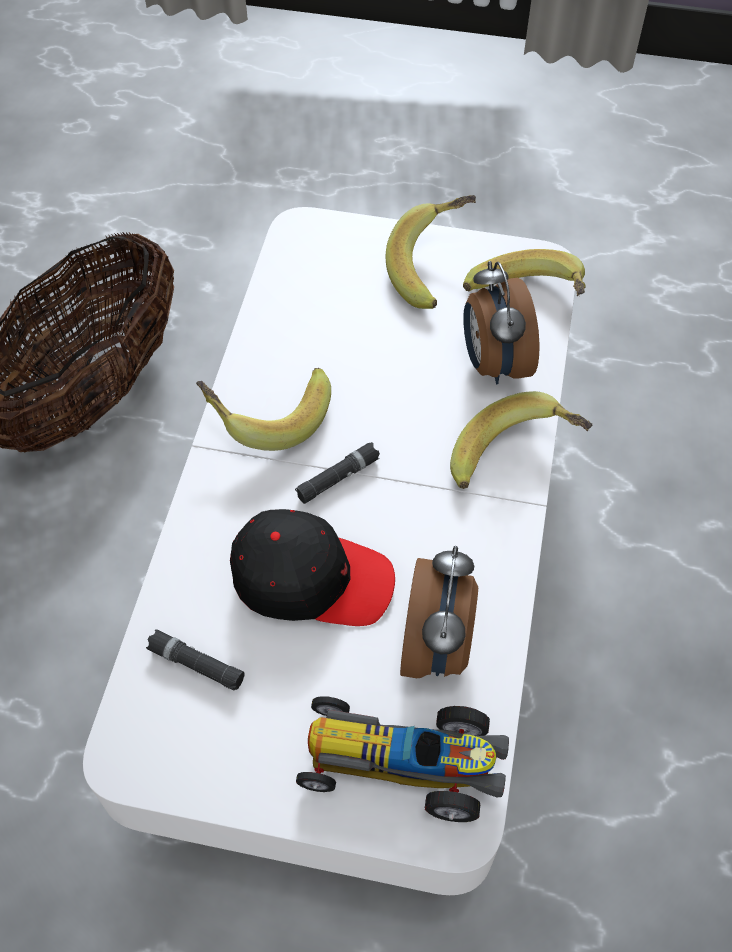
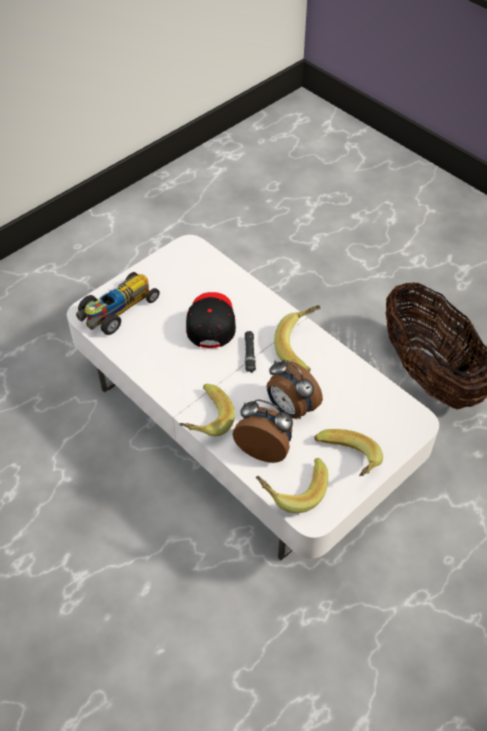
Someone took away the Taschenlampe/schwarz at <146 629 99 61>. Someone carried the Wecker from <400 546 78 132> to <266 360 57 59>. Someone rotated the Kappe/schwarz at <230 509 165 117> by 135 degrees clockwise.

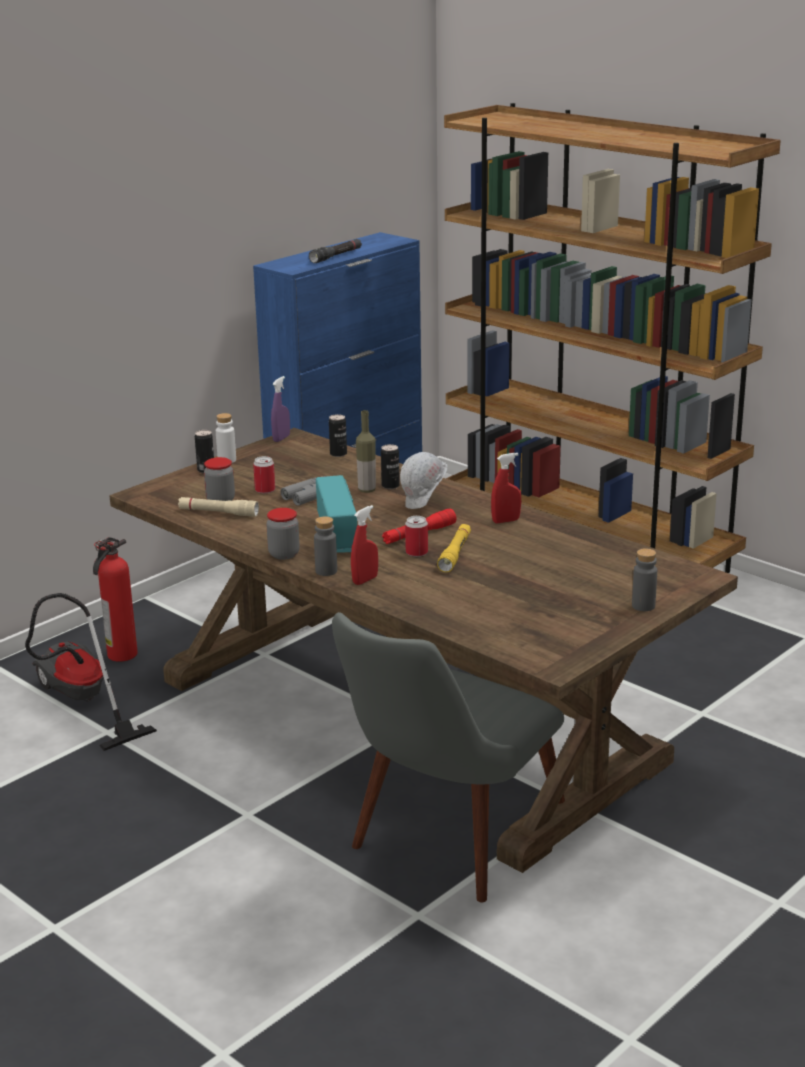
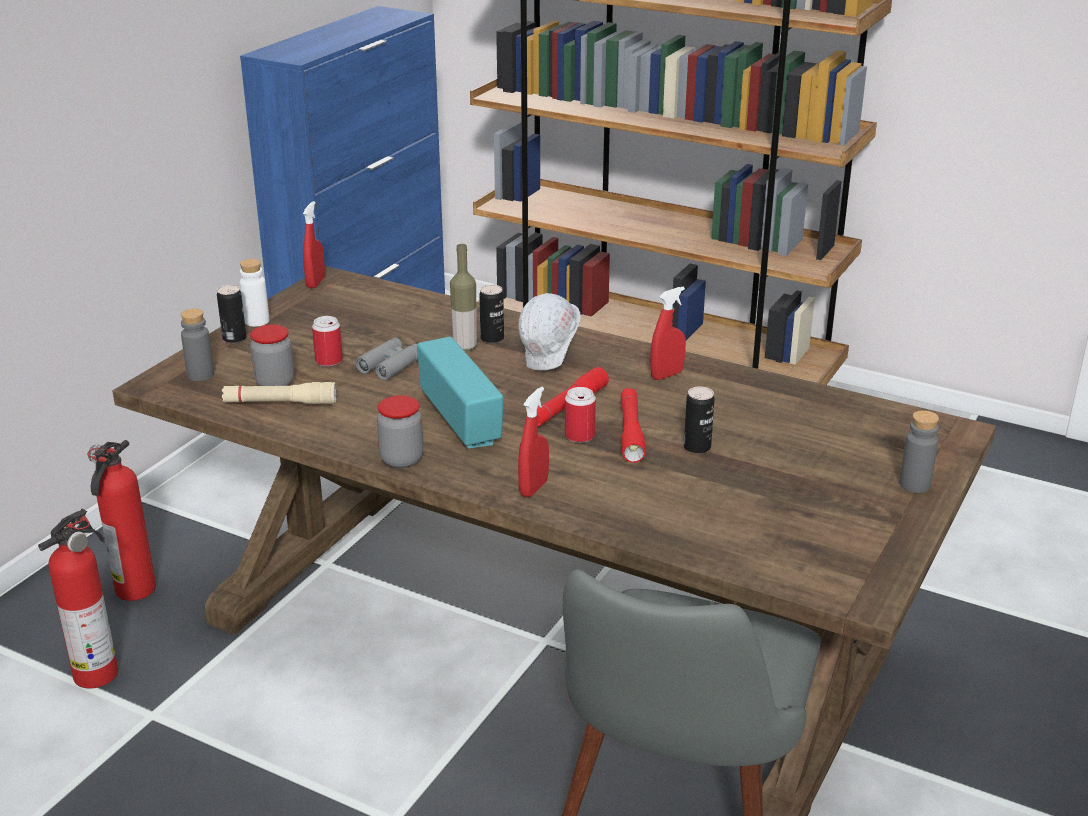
Someone took away the Taschenlampe/schwarz at <309 239 53 24>. Someone carried the Flasche/grau from <314 516 23 60> to <181 308 33 73>. Someone carried the Dose from <329 414 18 43> to <684 386 31 68>. Someone swapped the Staubsauger at <25 593 132 158> for the Feuerlöscher at <38 509 80 180>. Someone repainted the Sprühflasche/lila at <271 376 19 66>, which became the Sprühflasche/rot at <303 201 22 87>. Someone repainted the Taschenlampe/gelb at <437 524 34 48>, which became the Taschenlampe/rot at <621 388 25 75>.

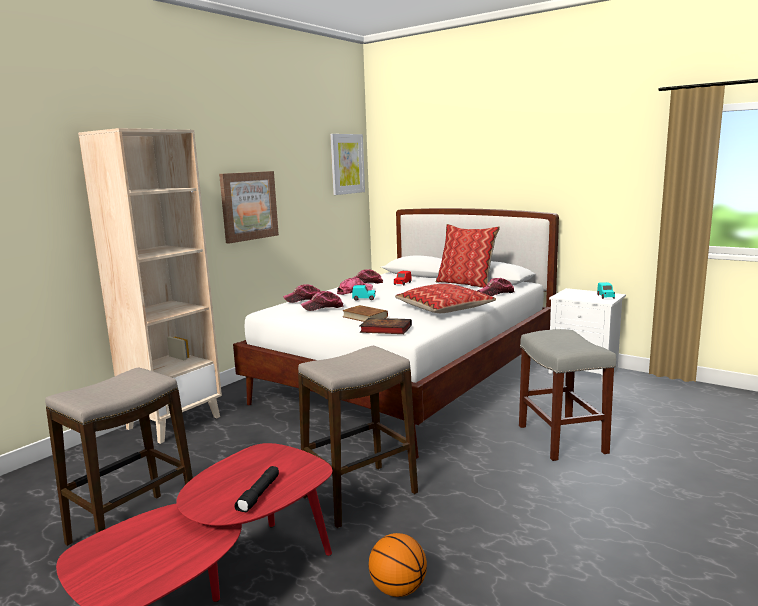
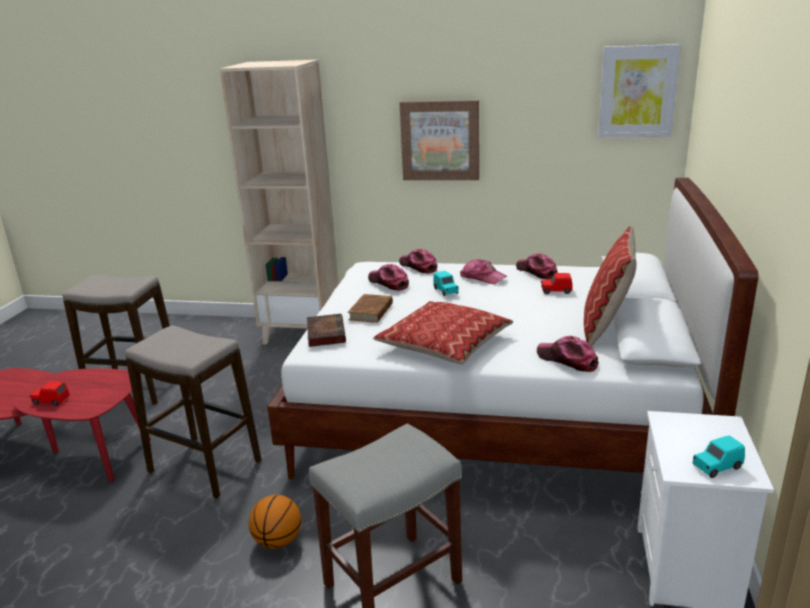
Someone carried the Basketball from <369 533 58 64> to <249 495 52 54>. Someone swapped the Taschenlampe/schwarz at <234 466 45 46> for the Spielzeugauto/rot at <30 381 40 25>.

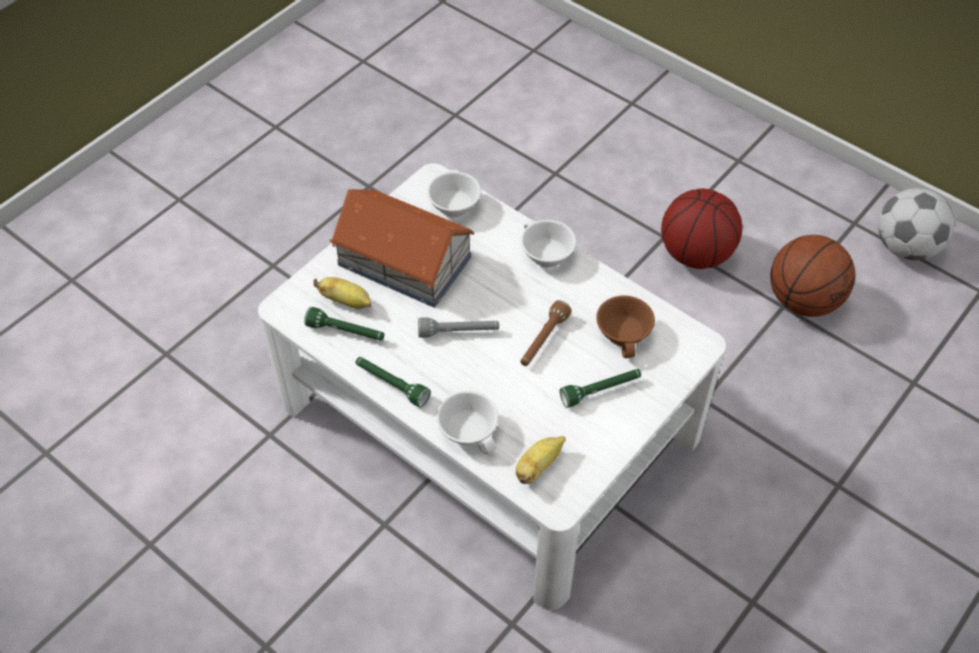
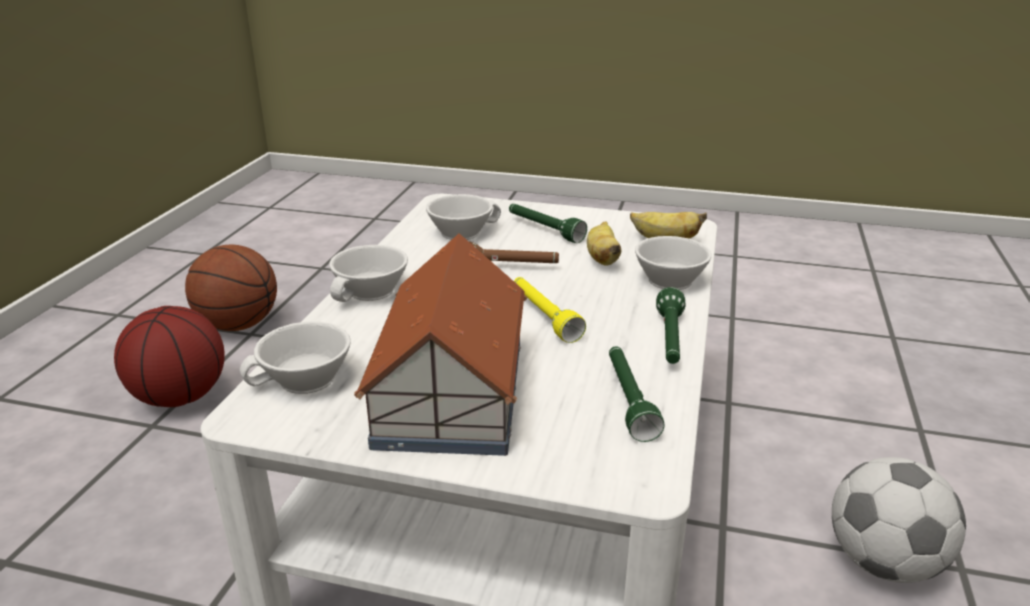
Someone carried the Banane from <313 277 59 32> to <587 221 34 45>. Someone carried the Fußball from <878 188 76 72> to <832 457 134 126>. Someone repainted the Taschenlampe/grau at <418 317 81 21>, which became the Taschenlampe/gelb at <514 277 72 66>. Someone repainted the Tasse/braun at <596 296 59 62>, which became the Tasse/weiß at <426 194 75 46>.

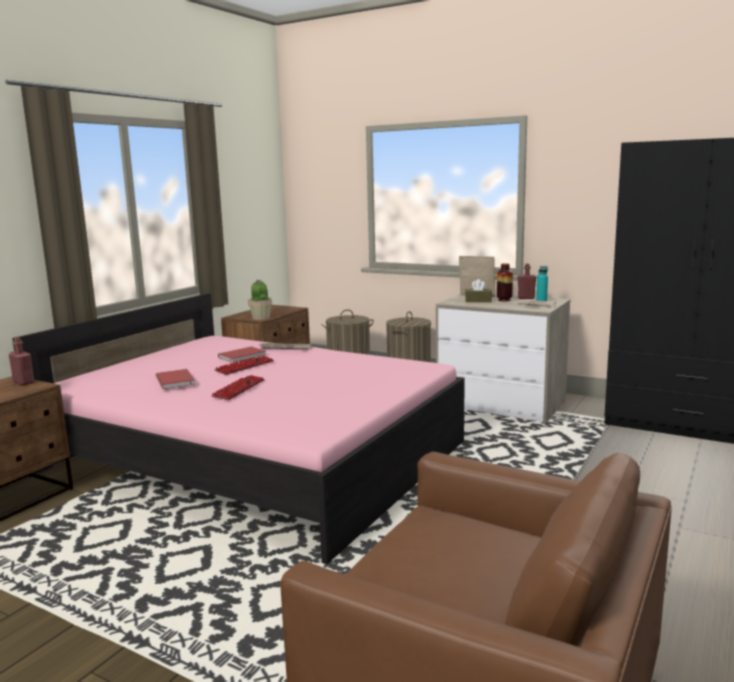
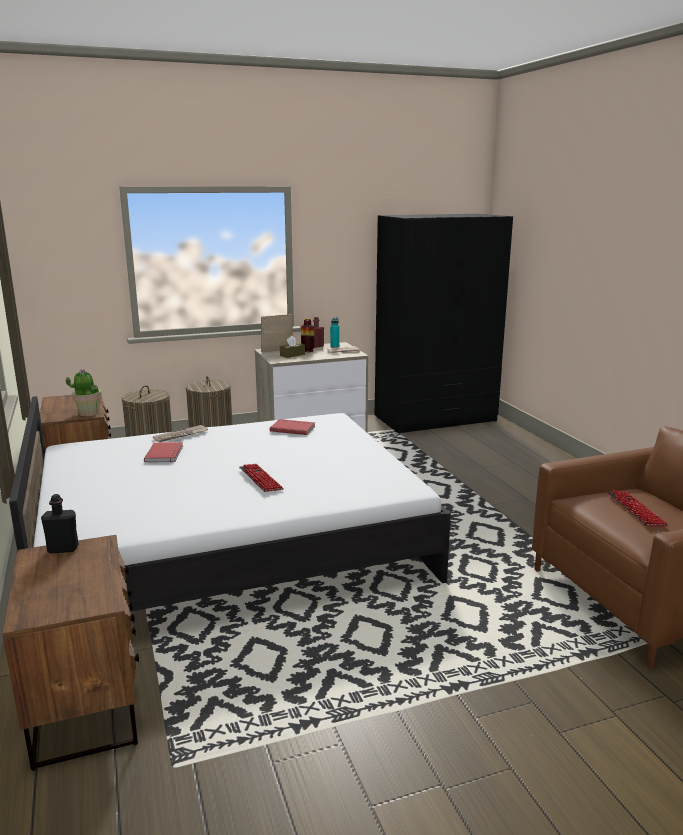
Someone carried the Buch/rot from <156 369 39 20> to <270 419 45 16>. Someone carried the Tastatur from <215 356 59 19> to <607 491 61 35>. Someone repainted the Flasche/rot at <9 337 25 48>, which became the Flasche/schwarz at <41 494 38 59>. Someone repainted the Bett/rosa at <12 293 453 271>, which became the Bett/weiß at <9 396 442 216>.

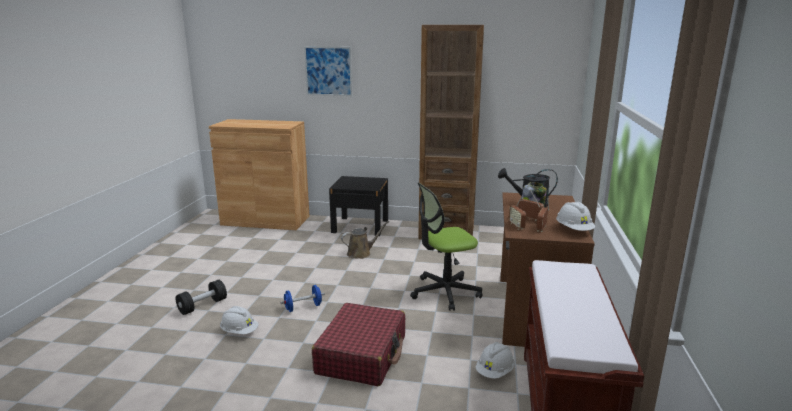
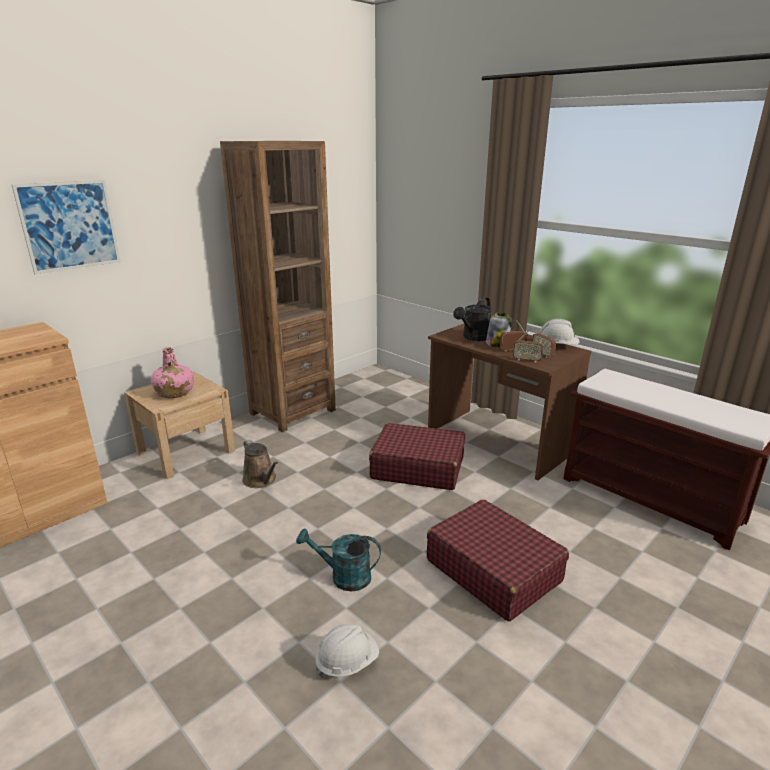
Someone took away the Hantel/schwarz at <176 280 51 35>. Someone took away the Schutzhelm/weiß at <475 342 40 37>. Someone put down the Flasche/rosa at <151 347 43 52>. Someone swapped the Hantel/blau at <280 285 45 27> for the Gießkanne/türkis at <296 528 85 64>. Someone swapped the Bürostuhl at <410 182 73 129> for the Koffer/rot at <369 423 96 67>. Someone repainted the Nachttisch/schwarz at <329 176 59 60>, which became the Nachttisch/beige at <124 372 111 107>. Someone rotated the Gießkanne/braun at <341 221 48 38> by 135 degrees clockwise.

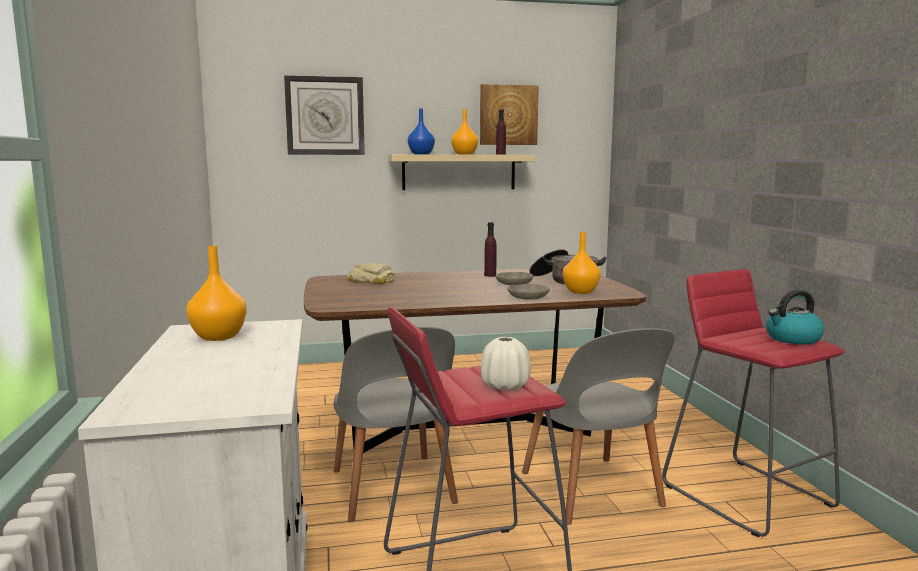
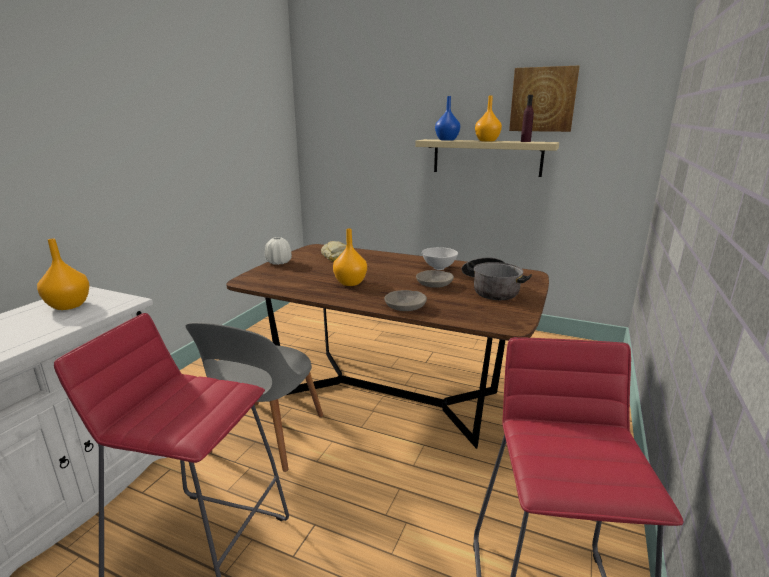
Someone took away the Wanduhr at <284 75 81 80>. Someone took away the Stuhl/grau at <522 328 153 196>. Someone took away the Wasserkessel at <766 290 58 54>. Someone carried the Vase/weiß from <481 337 50 53> to <265 237 27 28>. Someone carried the Vase/orange from <563 232 38 62> to <333 229 34 57>. Someone swapped the Flasche/lila at <484 222 13 55> for the Schüssel/weiß at <422 247 36 23>.

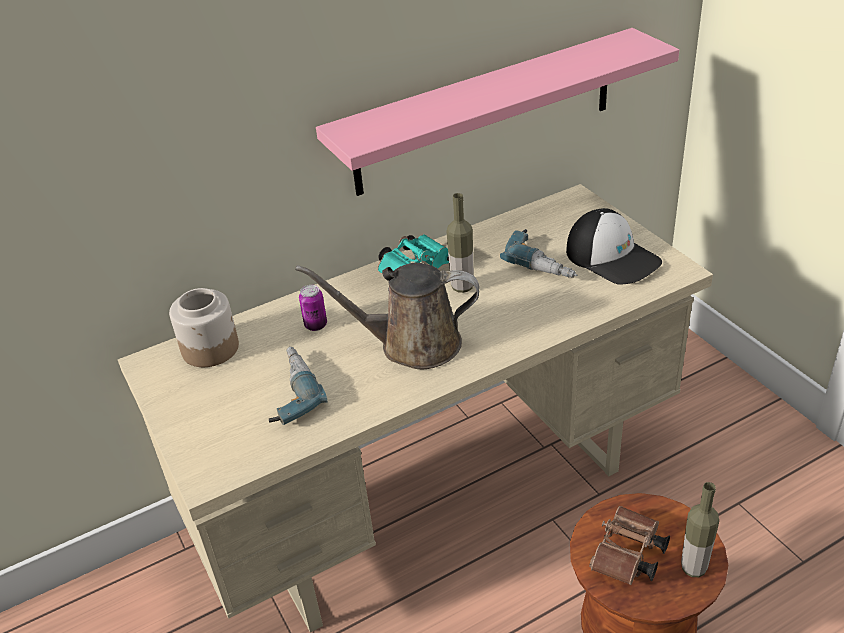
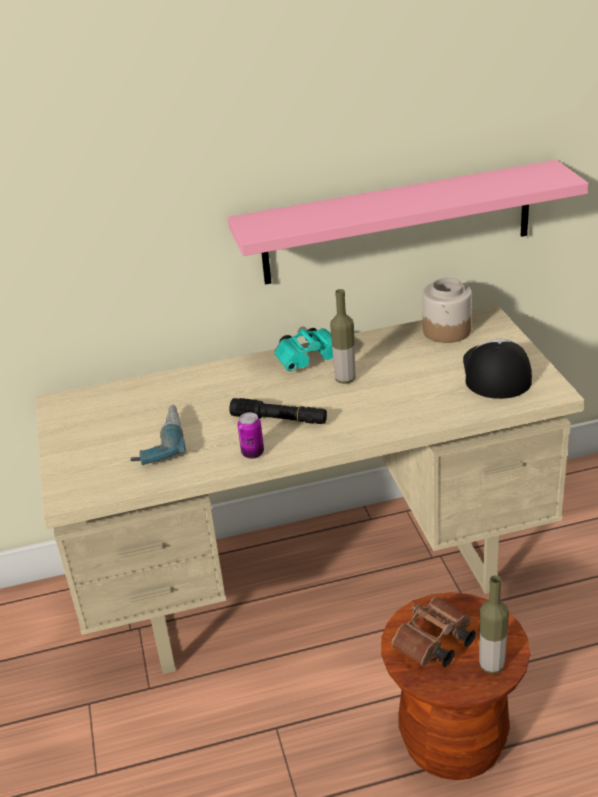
Someone took away the Bohrmaschine at <500 229 77 49>. Someone carried the Vorratsglas from <169 288 70 79> to <423 278 49 65>. Someone carried the Dose from <299 285 28 46> to <237 413 27 46>. Someone swapped the Gießkanne/braun at <295 263 184 106> for the Taschenlampe/schwarz at <230 398 97 26>. Someone rotated the Kappe at <566 208 96 77> by 150 degrees counterclockwise.

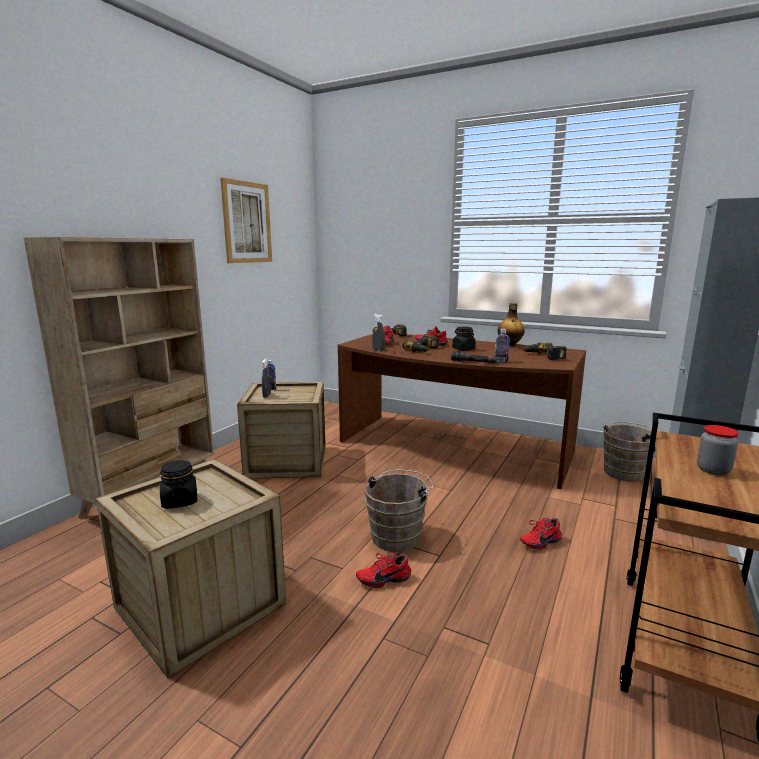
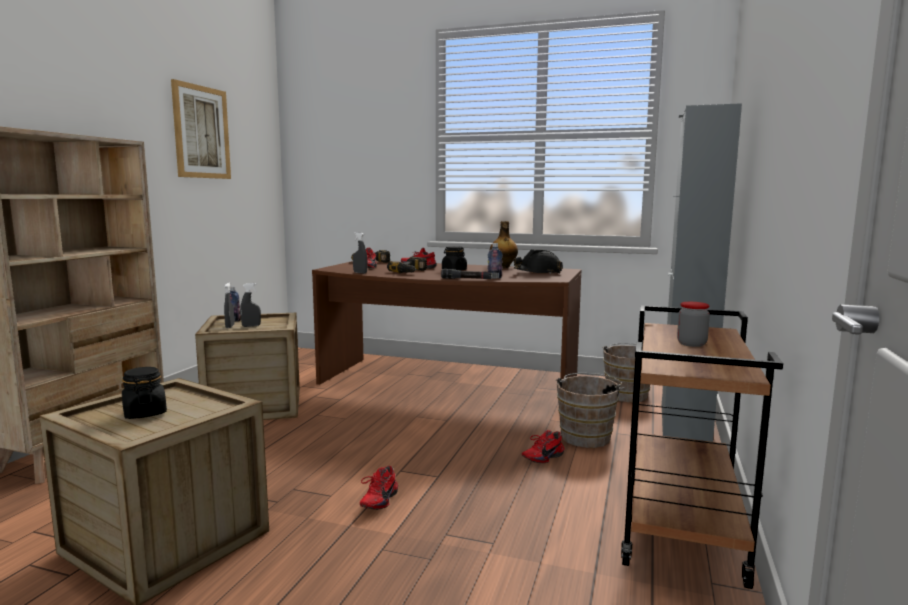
Someone put down the Sprühflasche/grau at <240 283 21 44>. Someone carried the Eimer/braun from <364 470 69 82> to <556 373 69 75>. Someone swapped the Bohrmaschine at <522 343 45 17> for the Schutzhelm/schwarz at <514 249 49 25>. Someone rotated the Schuh/rot at <356 552 55 36> by 45 degrees counterclockwise.

